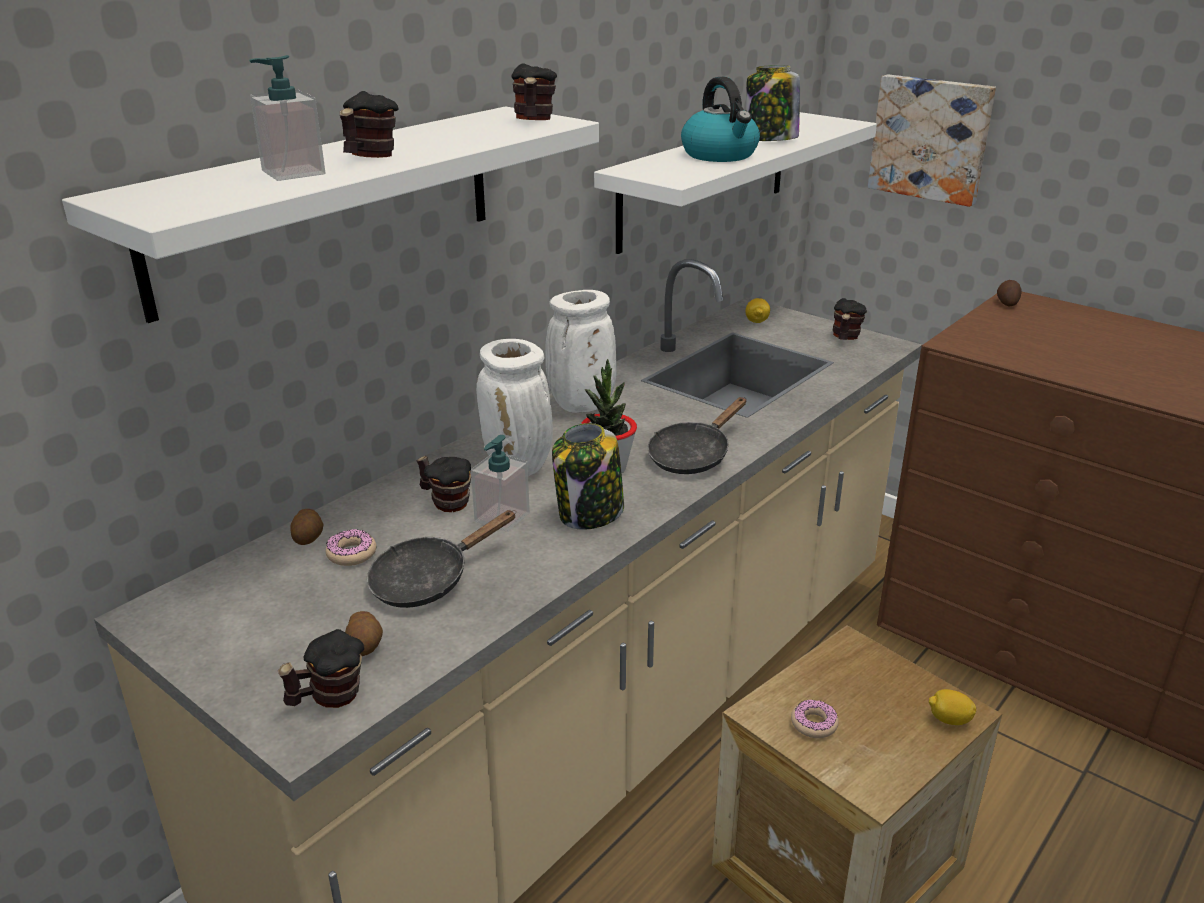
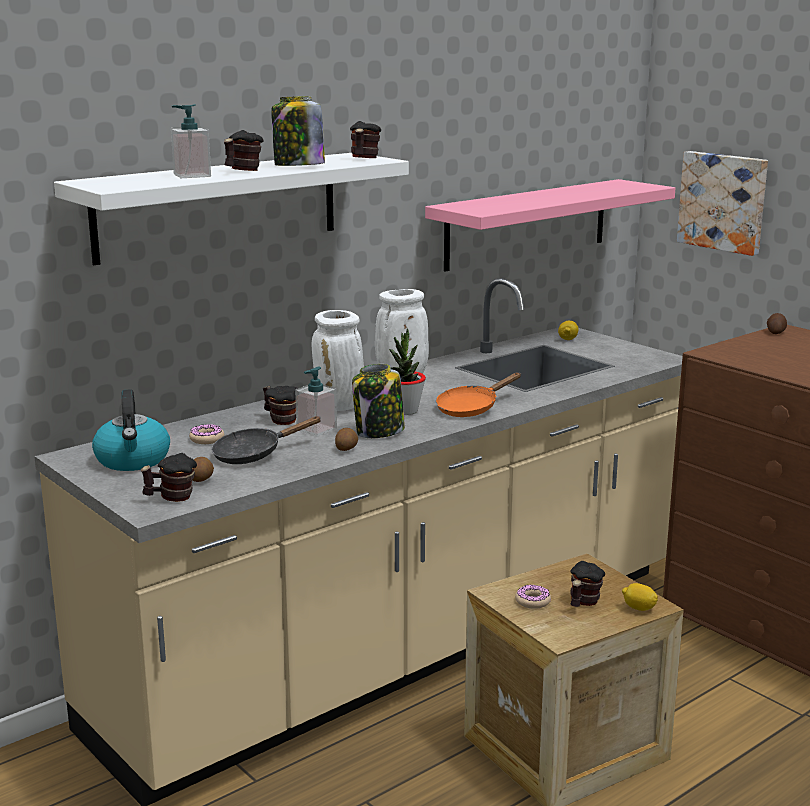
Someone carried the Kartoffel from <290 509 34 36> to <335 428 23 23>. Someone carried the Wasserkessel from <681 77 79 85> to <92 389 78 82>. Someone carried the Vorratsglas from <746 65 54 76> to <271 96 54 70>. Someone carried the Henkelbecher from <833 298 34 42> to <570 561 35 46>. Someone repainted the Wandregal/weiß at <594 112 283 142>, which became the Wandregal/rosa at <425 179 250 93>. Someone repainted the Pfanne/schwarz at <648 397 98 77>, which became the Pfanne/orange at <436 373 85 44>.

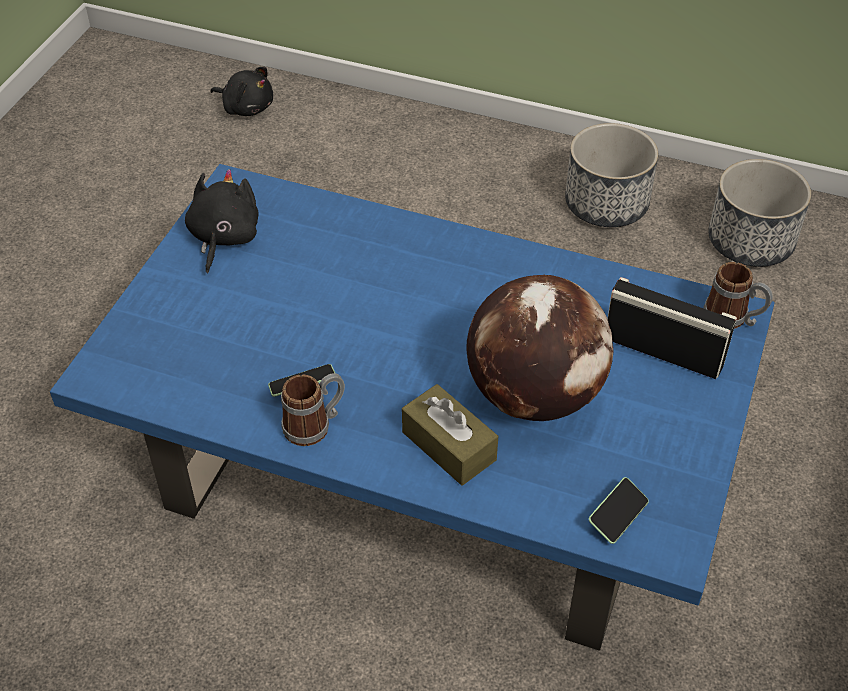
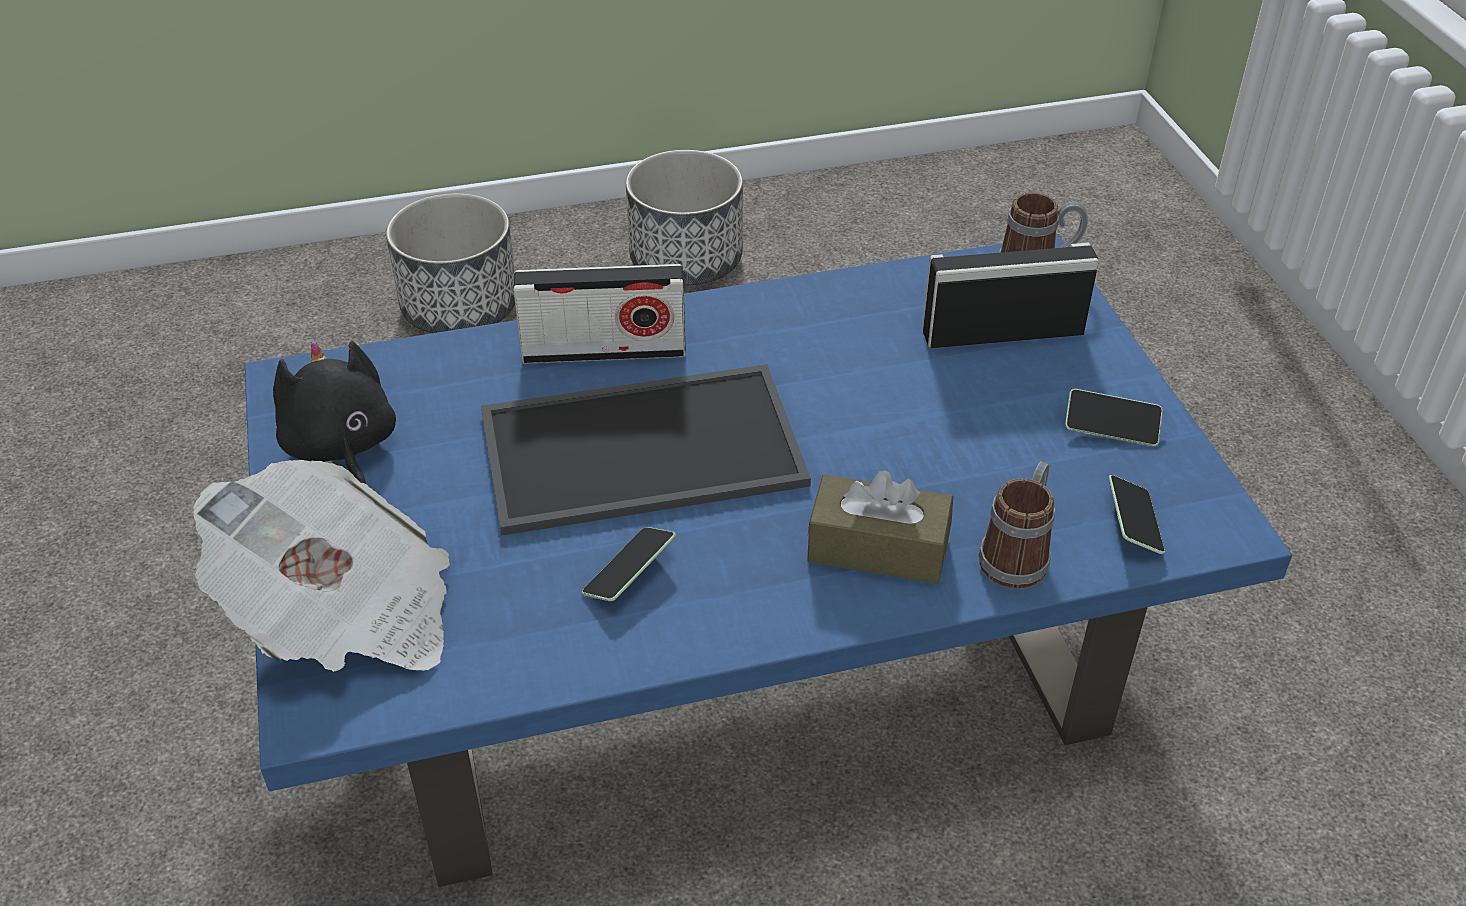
Someone took away the Plüschtier/schwarz at <210 66 63 50>. Someone took away the Globus at <466 275 148 146>. Someone put down the Zeitung at <193 460 257 212>. Someone put down the Tablett at <481 364 330 171>. Someone put down the Radio at <513 264 173 100>. Someone put down the Handy at <1065 389 98 57>. Someone carried the Henkelbecher from <281 373 64 73> to <978 461 77 128>. Someone carried the Pflanzkübel from <709 159 102 108> to <386 193 129 140>.

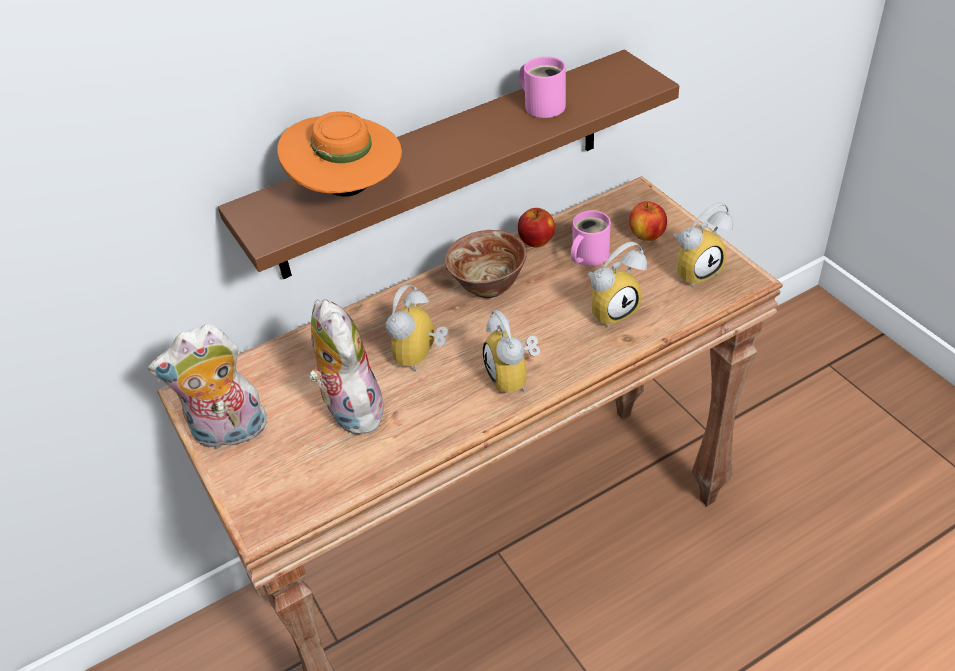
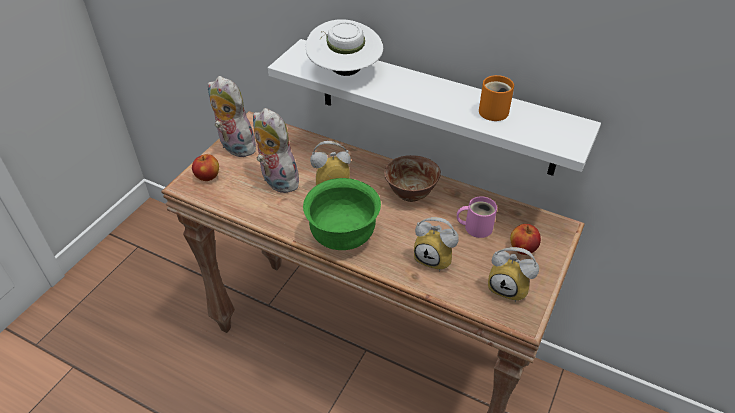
Someone carried the Apfel from <518 208 37 39> to <192 154 27 27>. Someone swapped the Wecker at <483 310 57 84> for the Schüssel/grün at <303 178 78 72>. Someone repainted the Wandregal/braun at <218 50 461 229>, which became the Wandregal/weiß at <268 39 333 137>. Someone repainted the Hut/orange at <277 111 125 85>, which became the Hut/weiß at <306 19 77 57>. Someone repainted the Henkelbecher/rosa at <519 56 47 62>, which became the Henkelbecher/orange at <479 75 35 46>. Someone rotated the Plüschtier at <308 299 82 135> by 75 degrees counterclockwise.

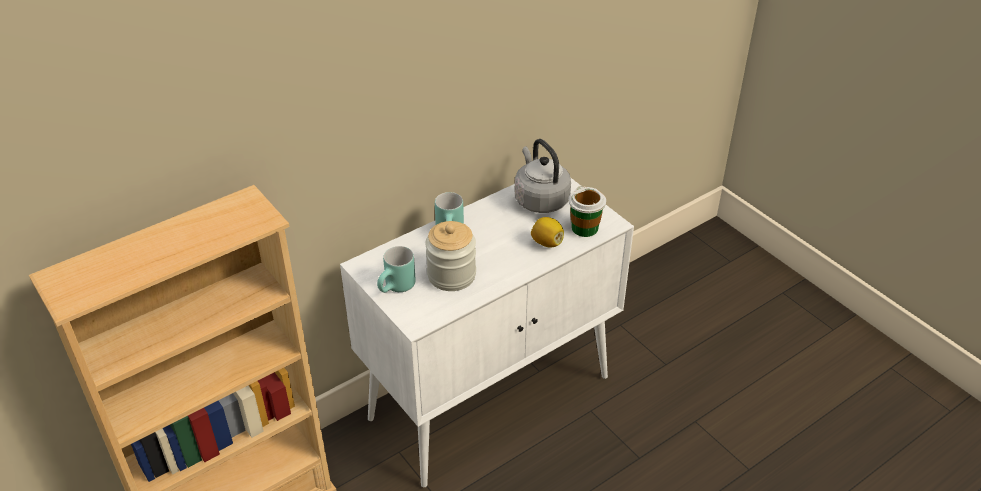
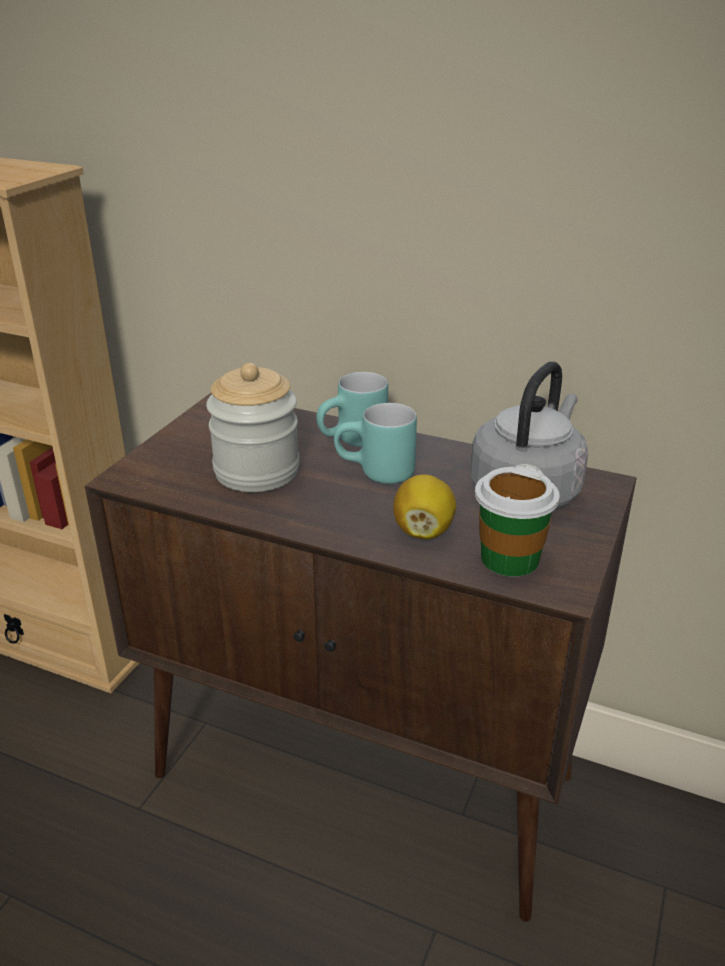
Someone carried the Henkelbecher/türkis from <377 246 39 47> to <334 403 83 81>. Someone repainted the Schrank/weiß at <340 177 294 310>, which became the Schrank/braun at <85 393 552 529>.

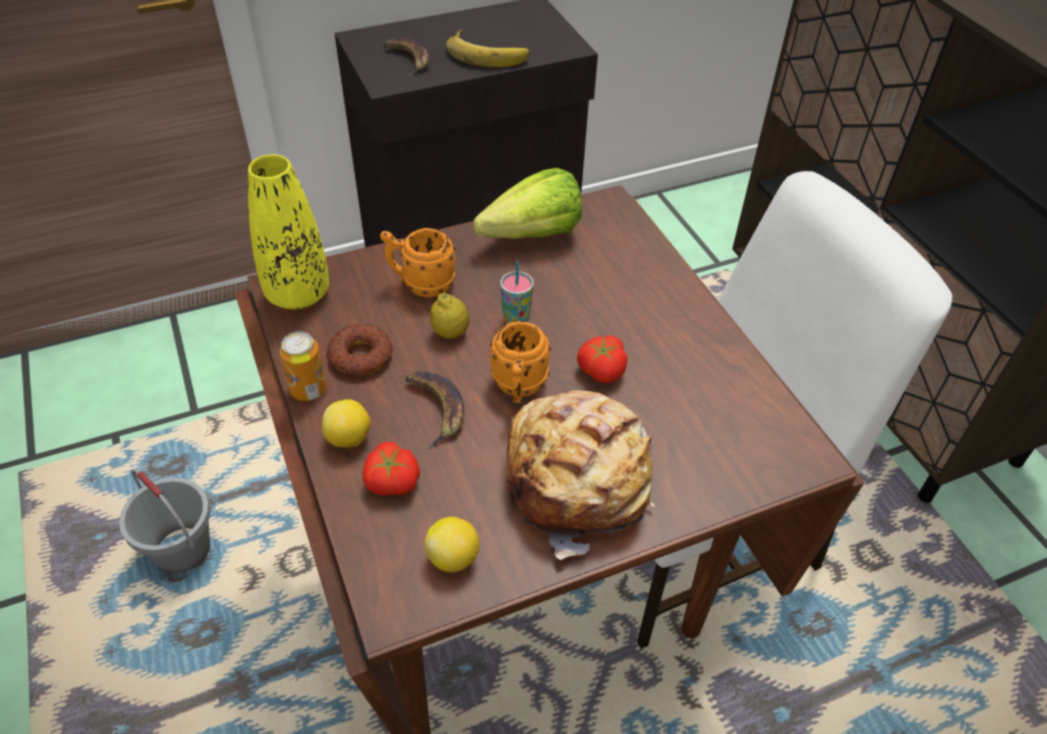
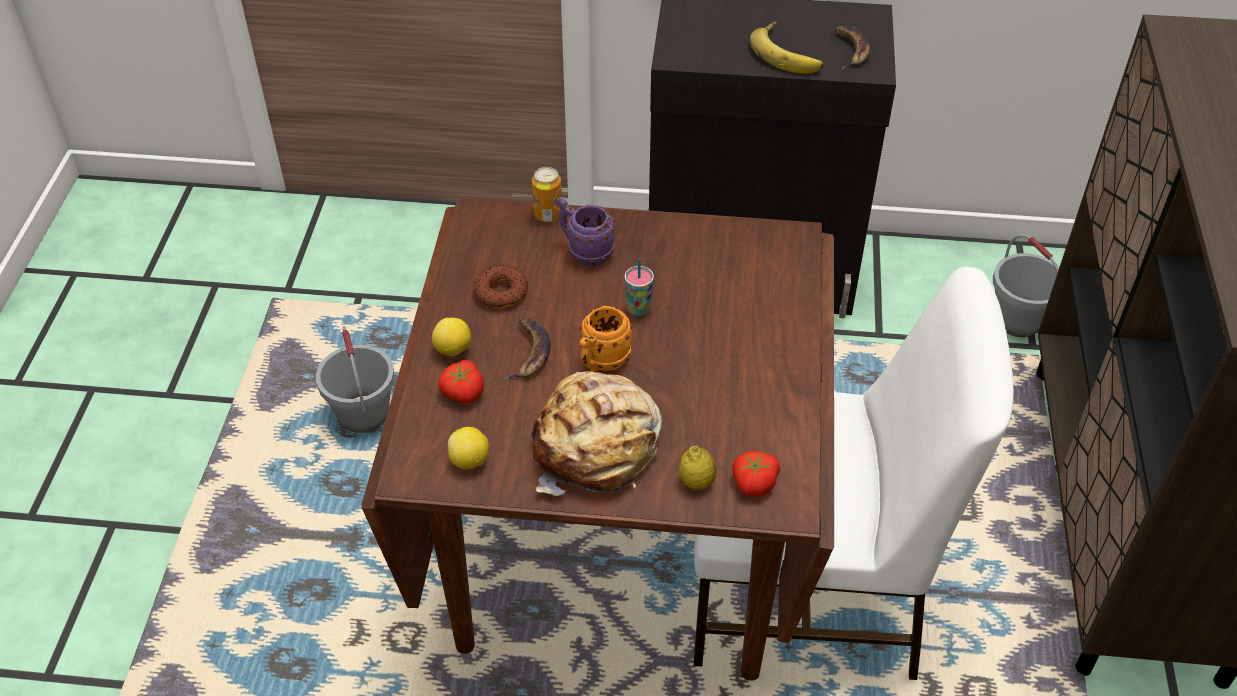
Someone took away the Vase/gelb at <248 154 81 156>. Someone took away the Salatkopf at <474 168 108 71>. Someone put down the Eimer/grau at <993 235 67 102>. Someone carried the Dose from <280 331 47 70> to <532 167 30 55>. Someone carried the Banane from <384 38 45 39> to <834 25 37 44>. Someone carried the Zitrone from <430 293 40 46> to <679 445 37 45>. Someone carried the Tomate from <577 335 51 48> to <732 451 48 46>. Someone repainted the Henkelbecher/orange at <380 228 75 69>, which became the Henkelbecher/lila at <557 197 58 69>.

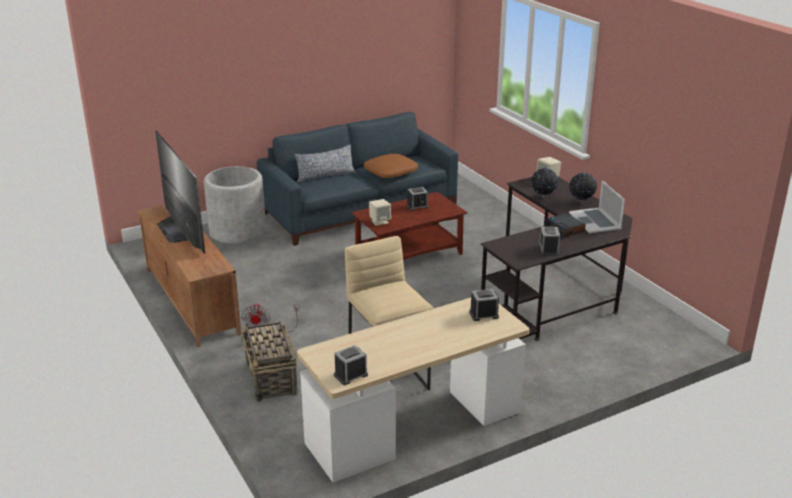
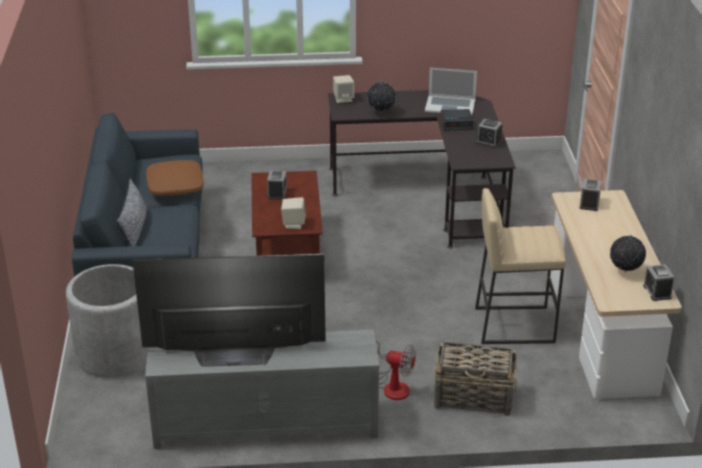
Someone carried the Globus from <569 170 28 33> to <610 235 36 38>. Someone repainted the Fernsehschrank/braun at <138 205 103 142>, which became the Fernsehschrank/grau at <145 329 234 120>.

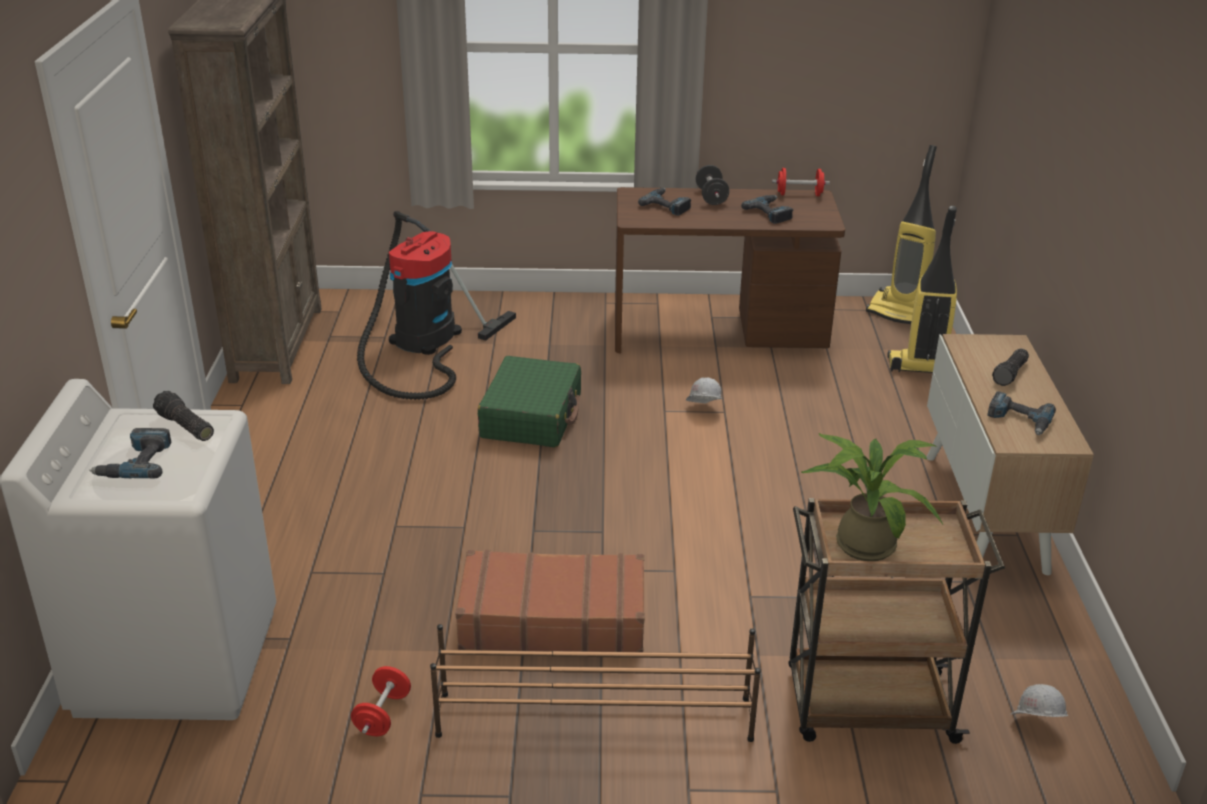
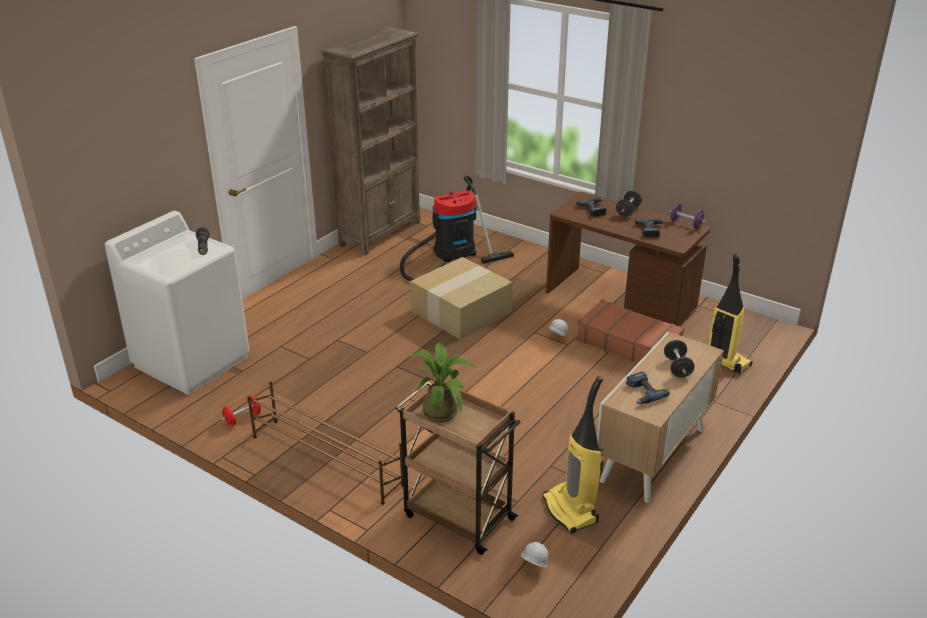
Someone took away the Bohrmaschine at <89 428 82 50>. Someone carried the Koffer/braun from <456 550 189 102> to <576 300 108 63>. Someone carried the Staubsauger from <866 145 71 179> to <542 376 61 158>. Someone swapped the Koffer/grün at <478 356 103 91> for the Karton at <410 257 103 83>. Someone swapped the Taschenlampe at <992 349 37 37> for the Hantel/schwarz at <664 340 31 38>. Someone repainted the Hantel/rot at <772 168 58 28>, which became the Hantel/lila at <669 204 37 25>.

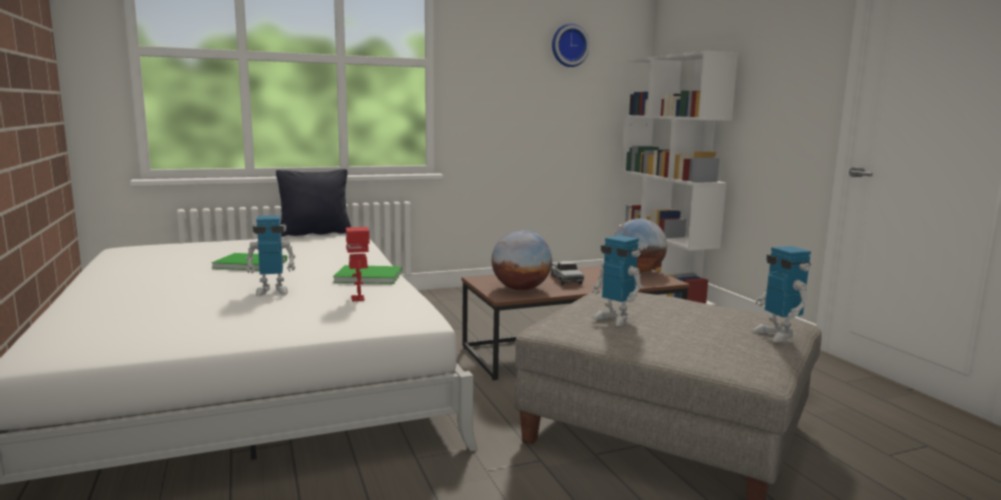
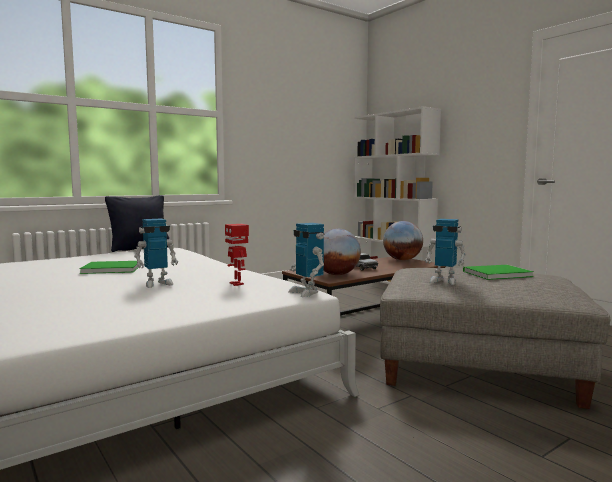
Someone took away the Wanduhr at <552 23 38 44>. Someone carried the Buch/grün from <333 265 69 19> to <463 265 71 15>. Someone carried the Spielzeugroboter from <752 246 59 96> to <288 223 36 74>.

